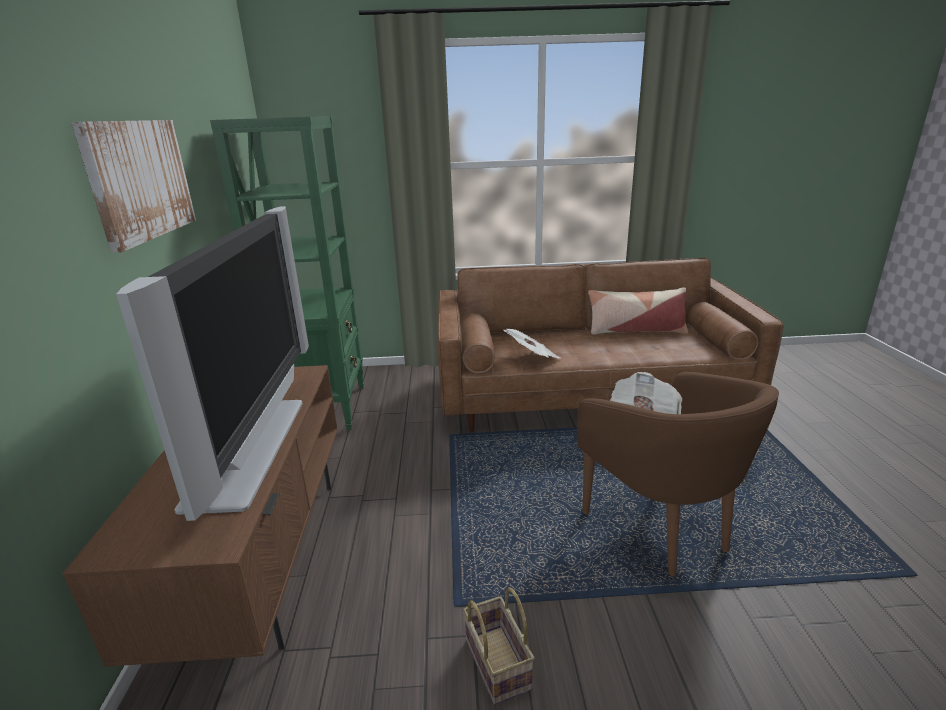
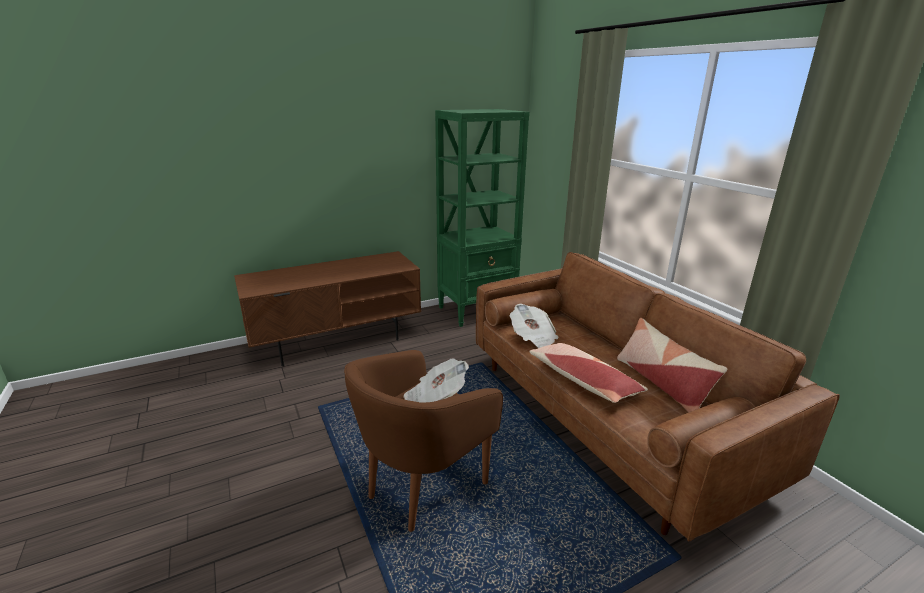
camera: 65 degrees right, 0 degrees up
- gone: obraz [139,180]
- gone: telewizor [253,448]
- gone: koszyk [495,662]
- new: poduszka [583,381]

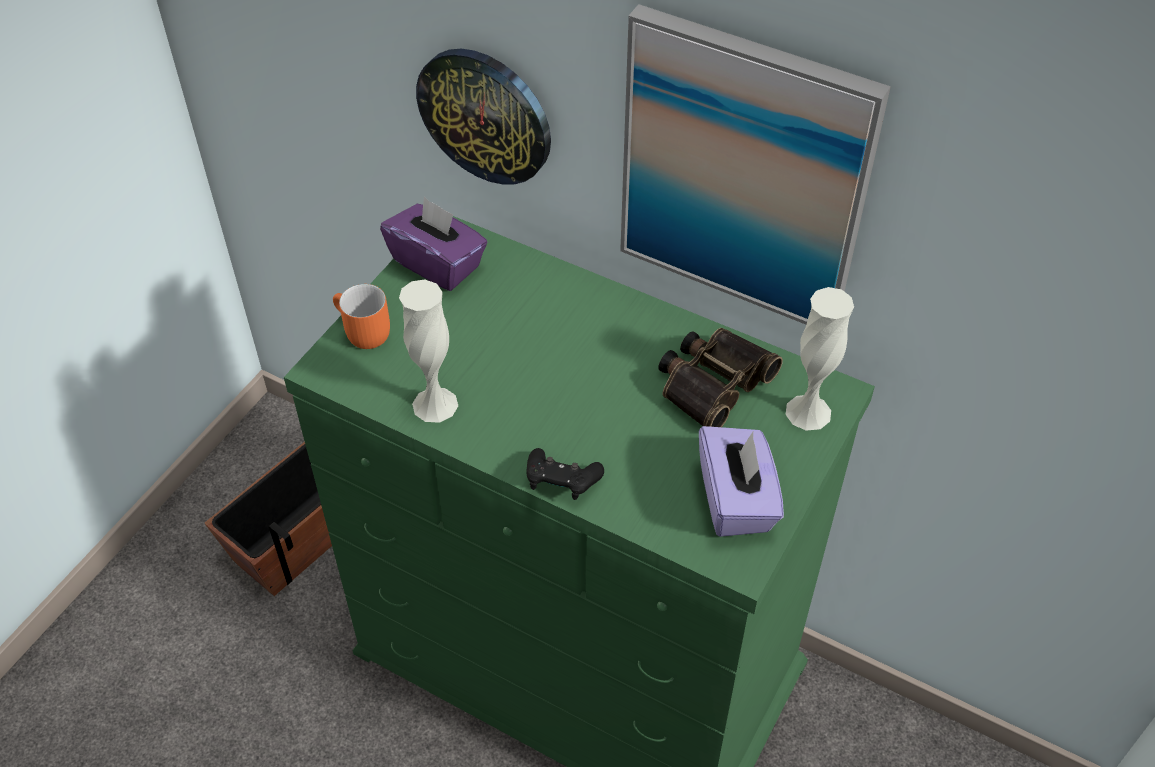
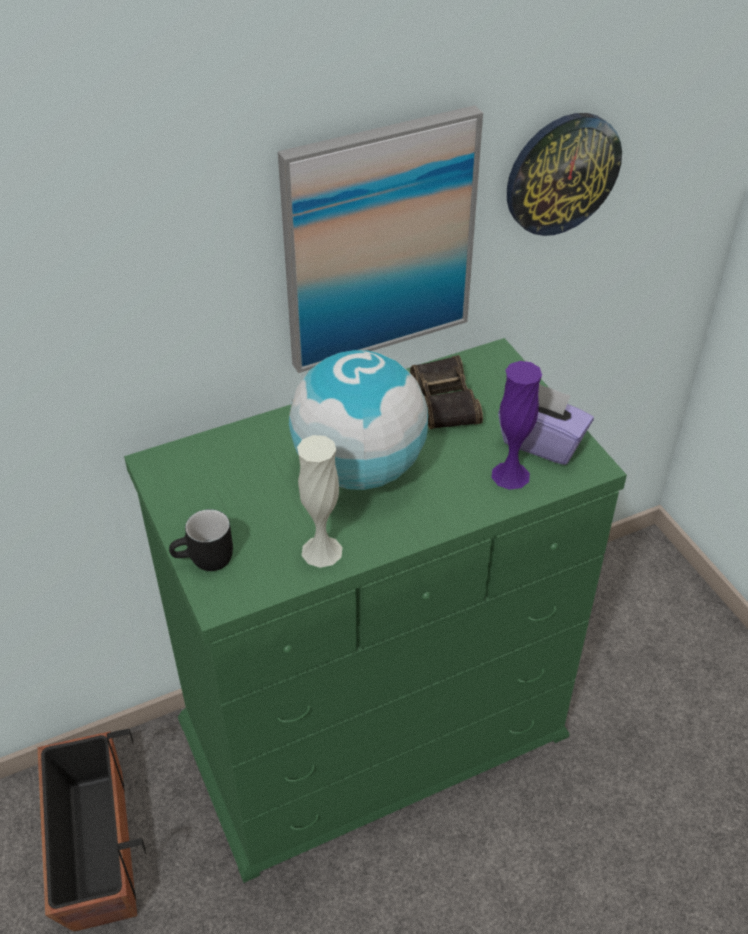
camera: 55 degrees left, 5 degrees down
- shifted: zegar ścienny [485,115] to [562,173]
- gone: pudełko chusteczek (fioletowy) [437,263]
- repainted: kubek (pomarańczowy) [360,333] to kubek (czarny) [205,561]
- gone: wazon (biały) [808,412]
- gone: pad do gier (czarny) [561,482]
- new: globus [359,469]
- new: wazon (fioletowy) [510,475]

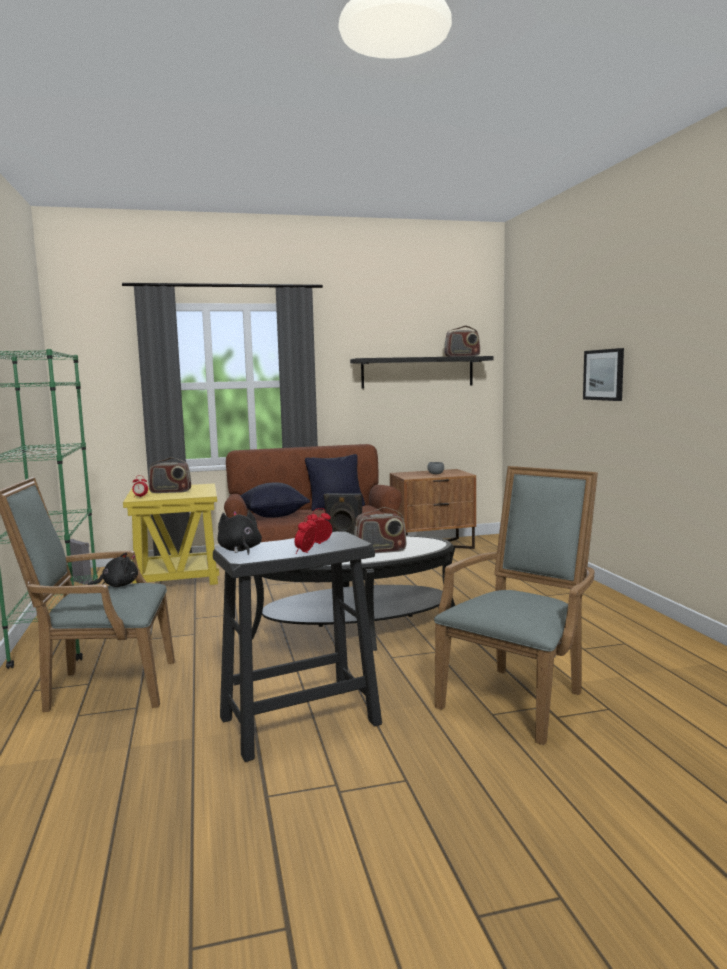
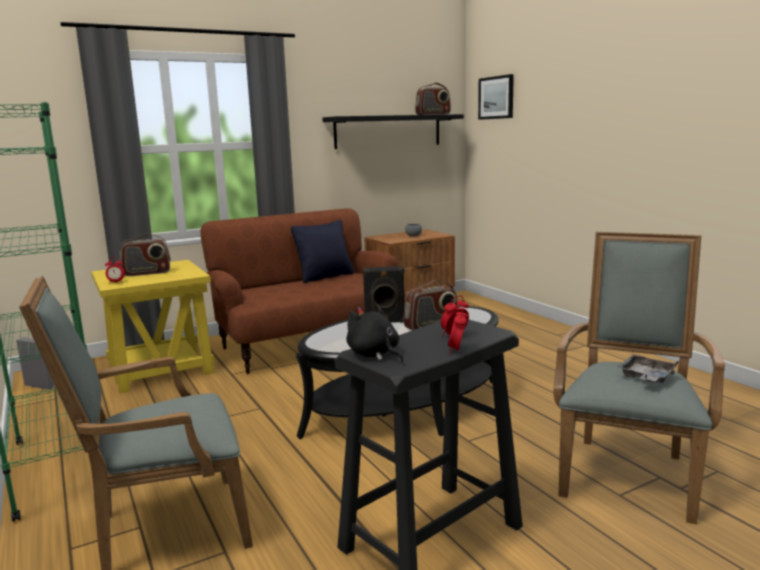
camera: 15 degrees left, 5 degrees up
- shifted: obraz [604,375] to [496,97]
- gone: poduszka (czarny) [273,515]
- gone: pluszak (czarny) [117,586]
- new: taca (szary) [646,377]

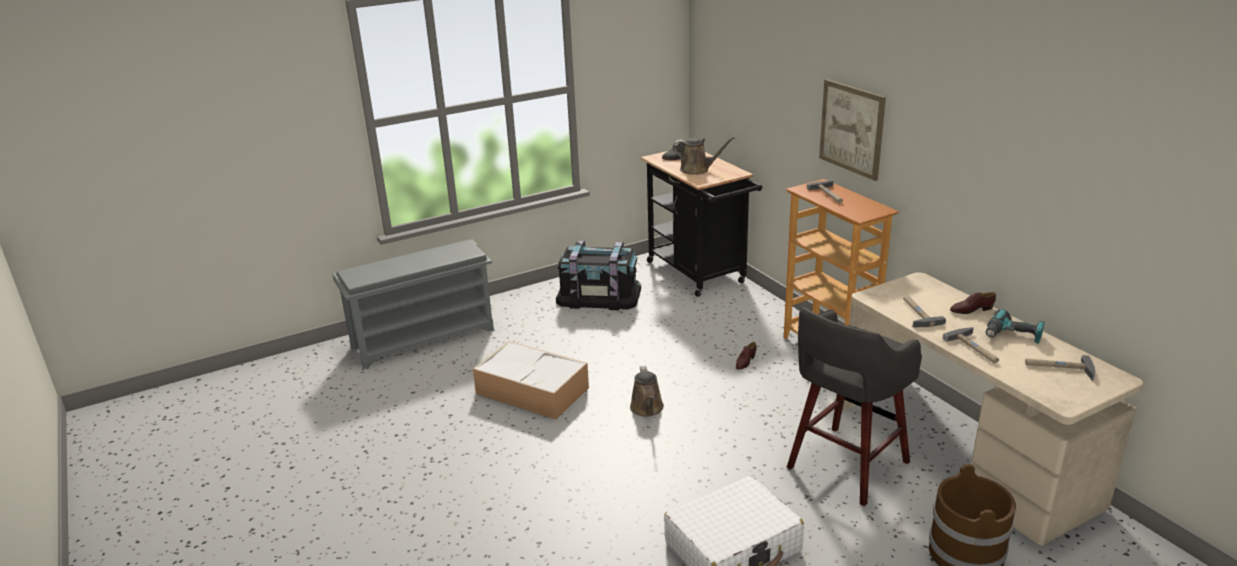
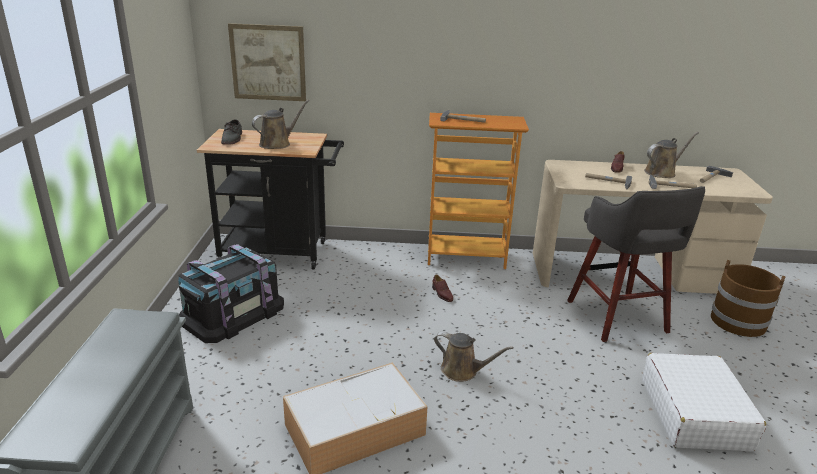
camera: 60 degrees left, 0 degrees up
- shifted: obraz [851,129] to [268,62]
- swapped: wiertarka [1012,336] to konewka (brązowy) [662,172]

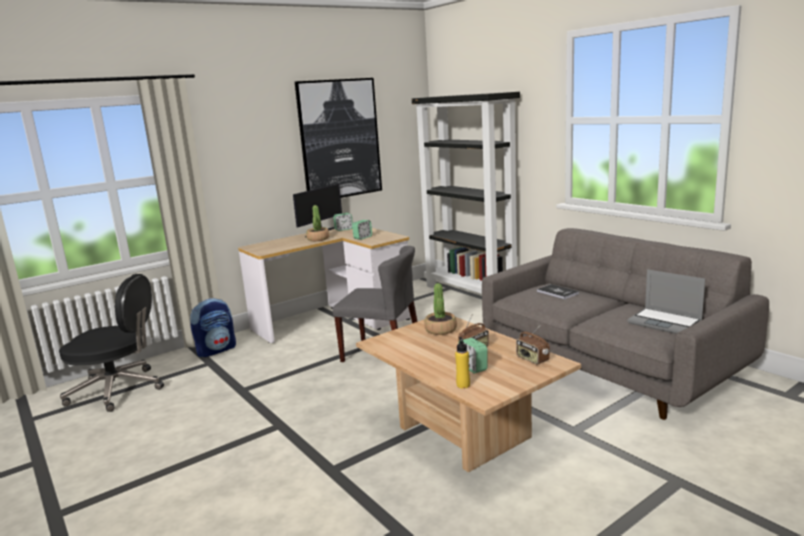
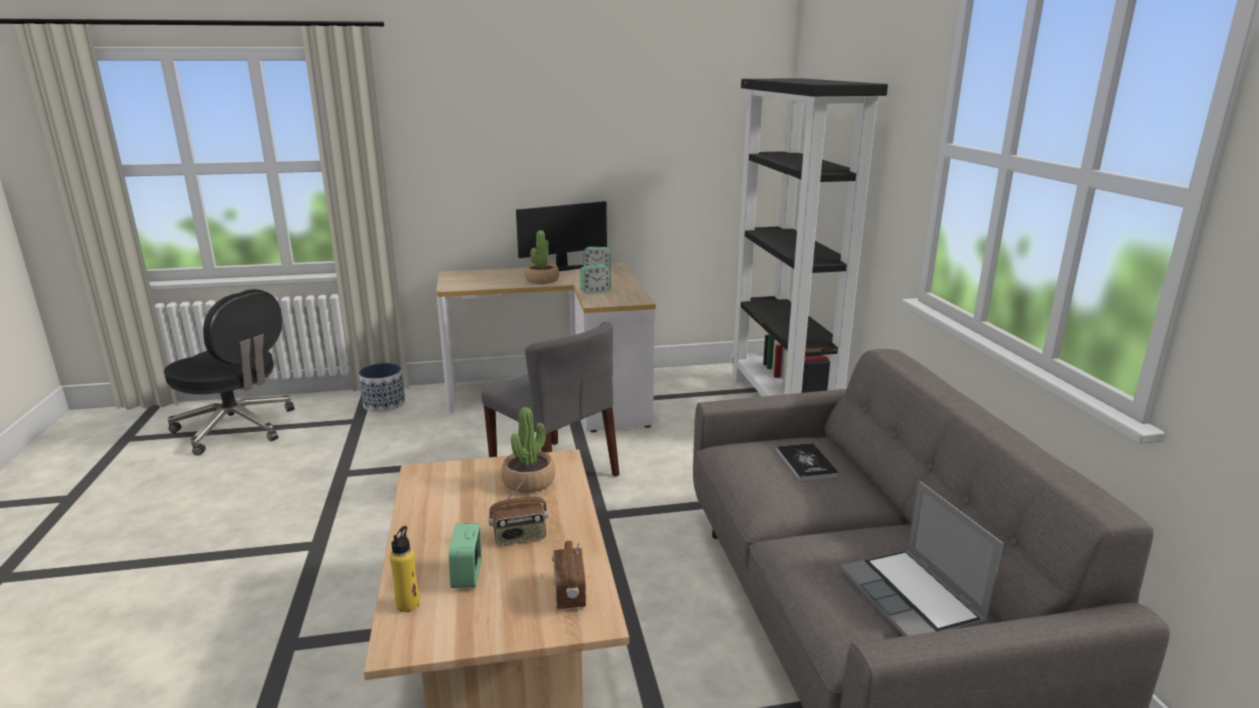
camera: 25 degrees right, 5 degrees up
- gone: obraz [340,139]
- swapped: plecak [216,350] to donica [384,404]

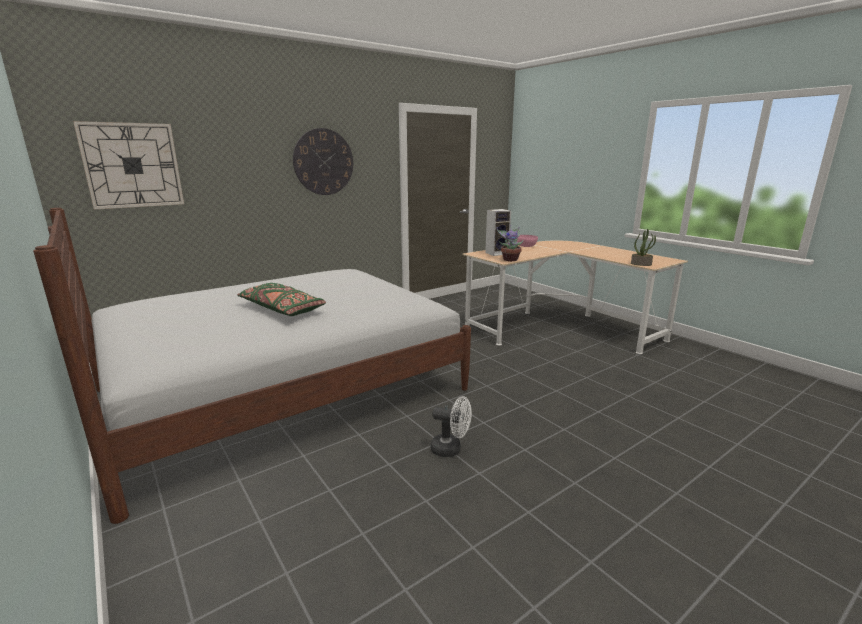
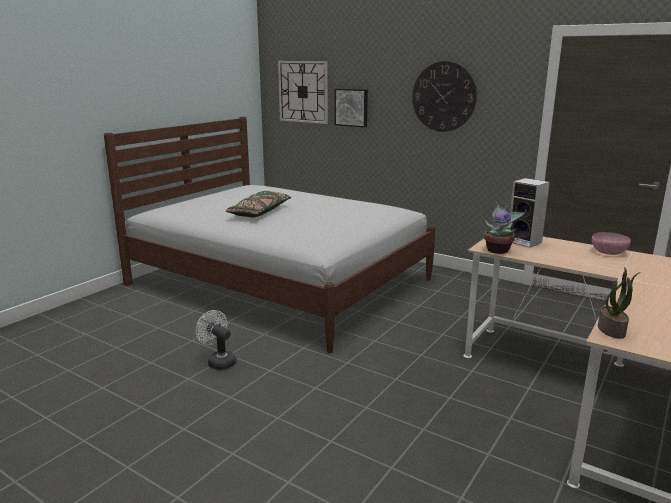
camera: 70 degrees right, 0 degrees up
- rotated: wentylator (biały) [451,449] = [219,361] 135 degrees clockwise
- new: obraz [351,107]

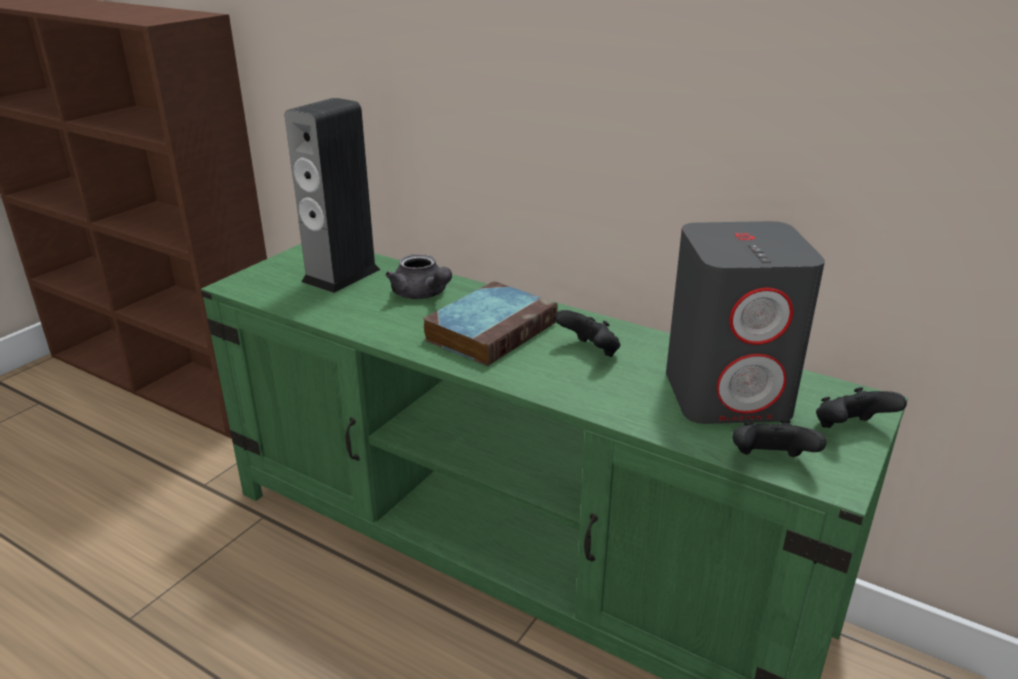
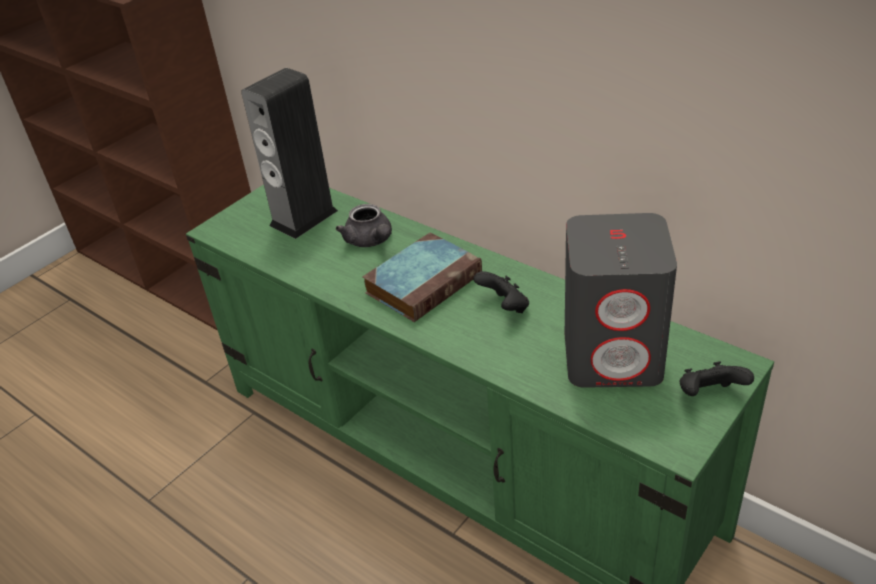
camera: 10 degrees right, 10 degrees up
- gone: pad do gier (czarny) [770,462]

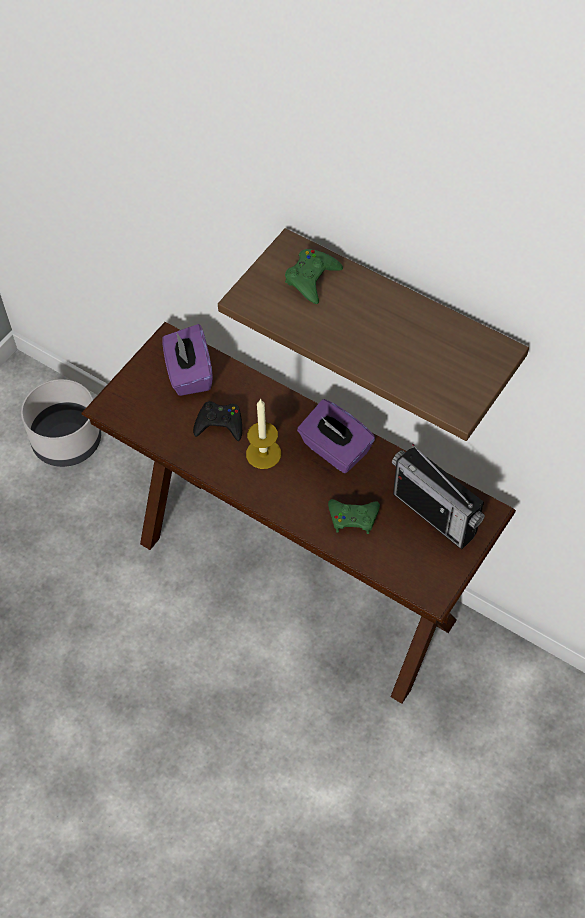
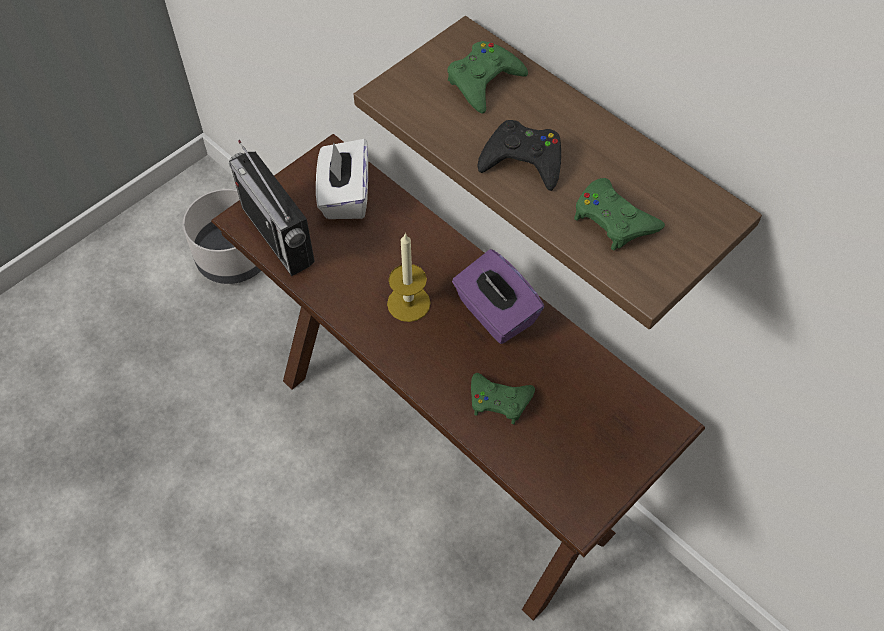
camera: 10 degrees right, 0 degrees up
- repainted: pudełko chusteczek (fioletowy) [189,373] to pudełko chusteczek (biały) [345,196]
- shifted: pad do gier (czarny) [220,424] to [523,160]
- shifted: radio [434,514] to [277,235]
- new: pad do gier (zielony) [613,220]

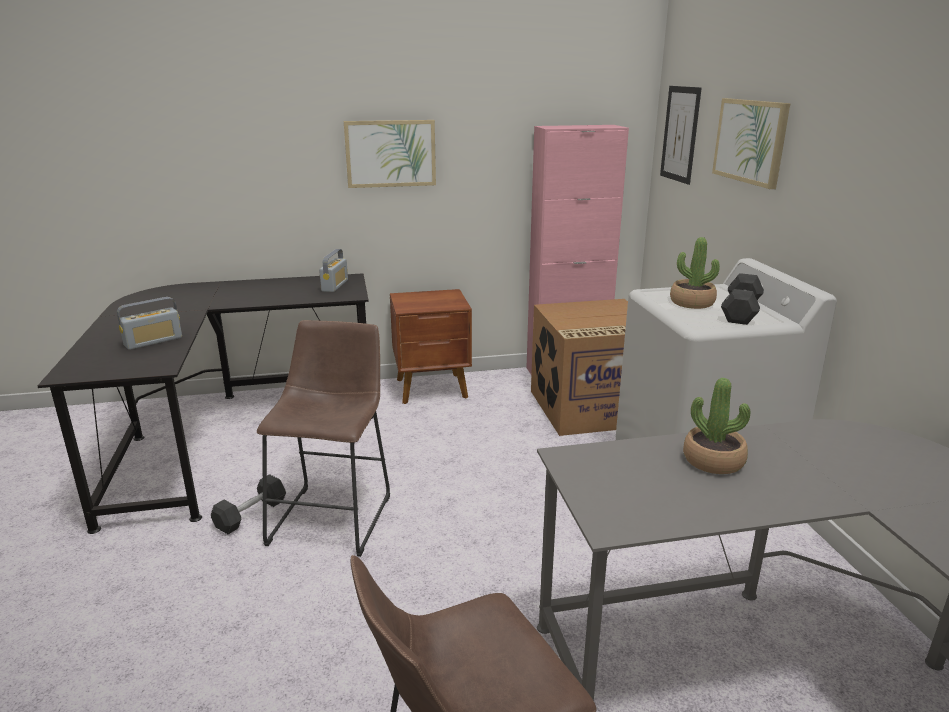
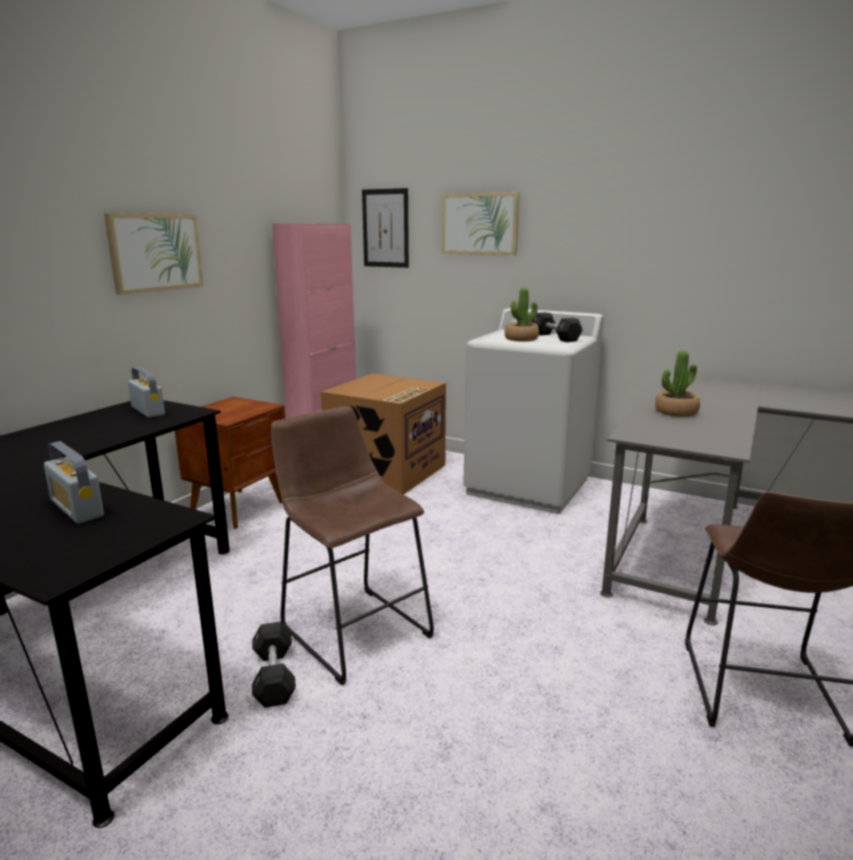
camera: 50 degrees left, 5 degrees down
- rotated: radio [153,341] = [77,508] 135 degrees clockwise

